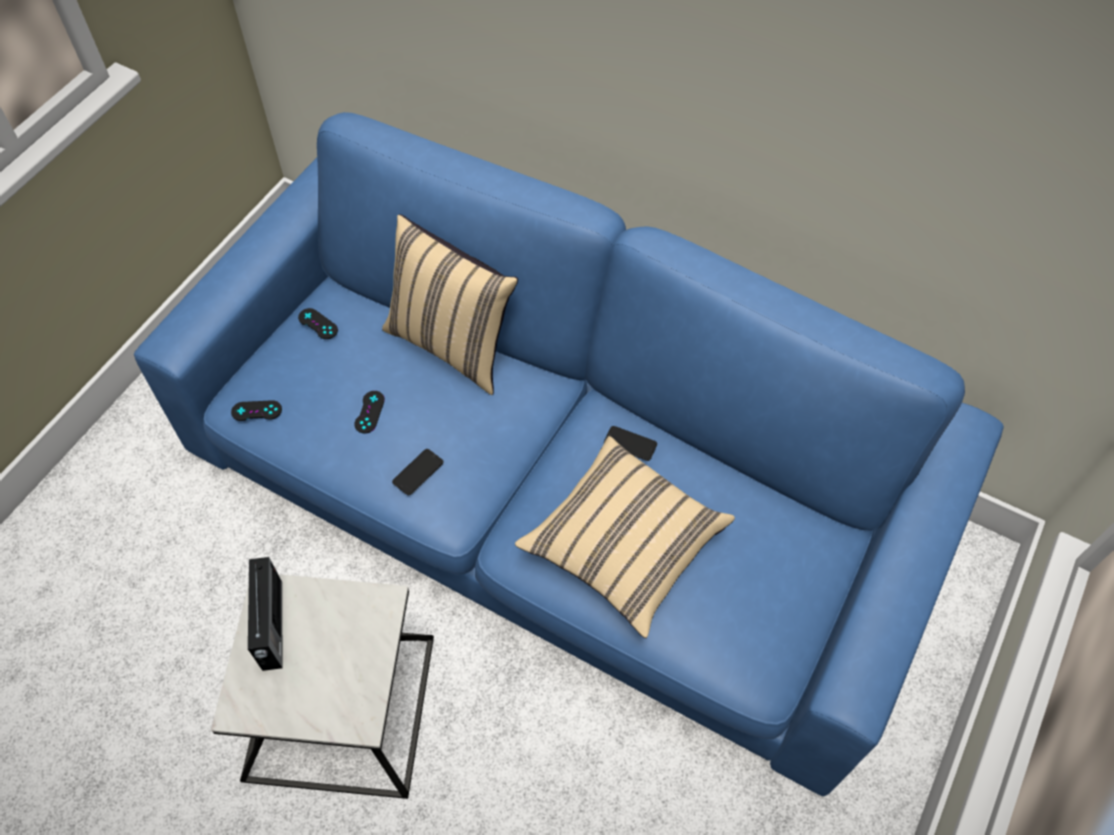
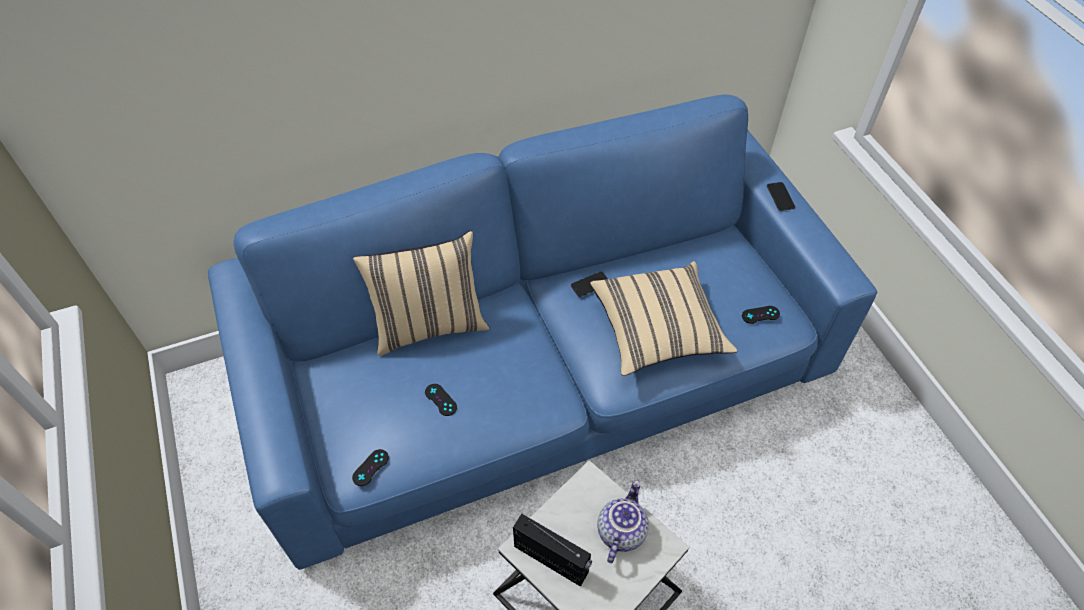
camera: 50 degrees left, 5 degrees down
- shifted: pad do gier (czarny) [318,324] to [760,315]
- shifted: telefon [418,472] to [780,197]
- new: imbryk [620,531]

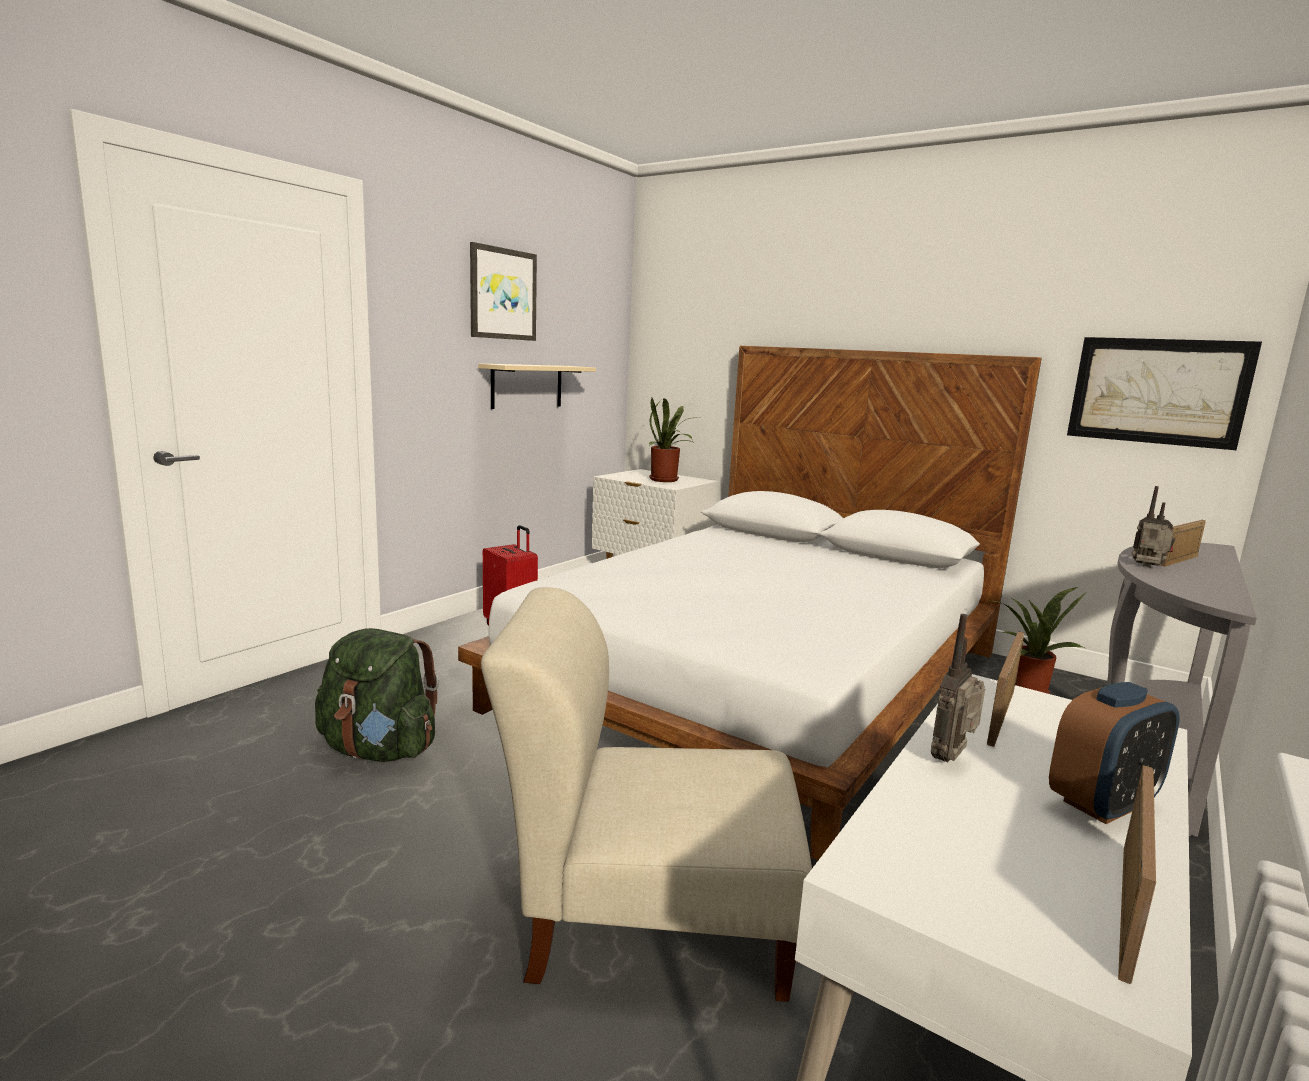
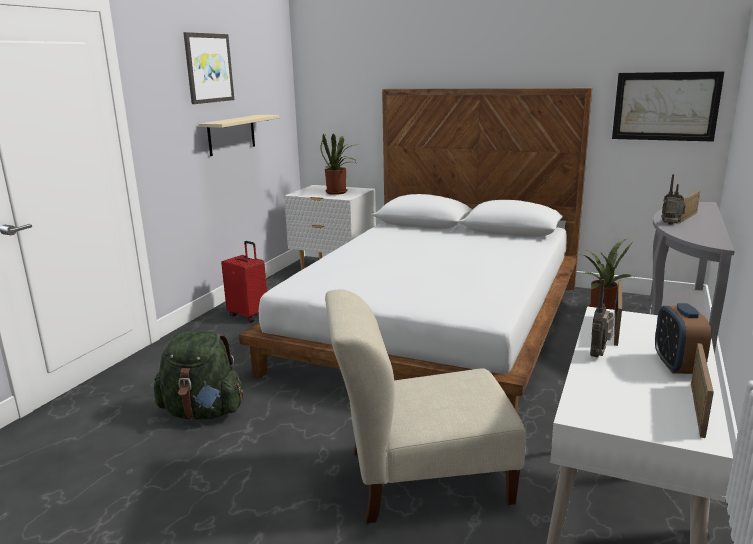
camera: 10 degrees left, 5 degrees up
- rotated: budzik [1102,804] = [676,365] 135 degrees clockwise

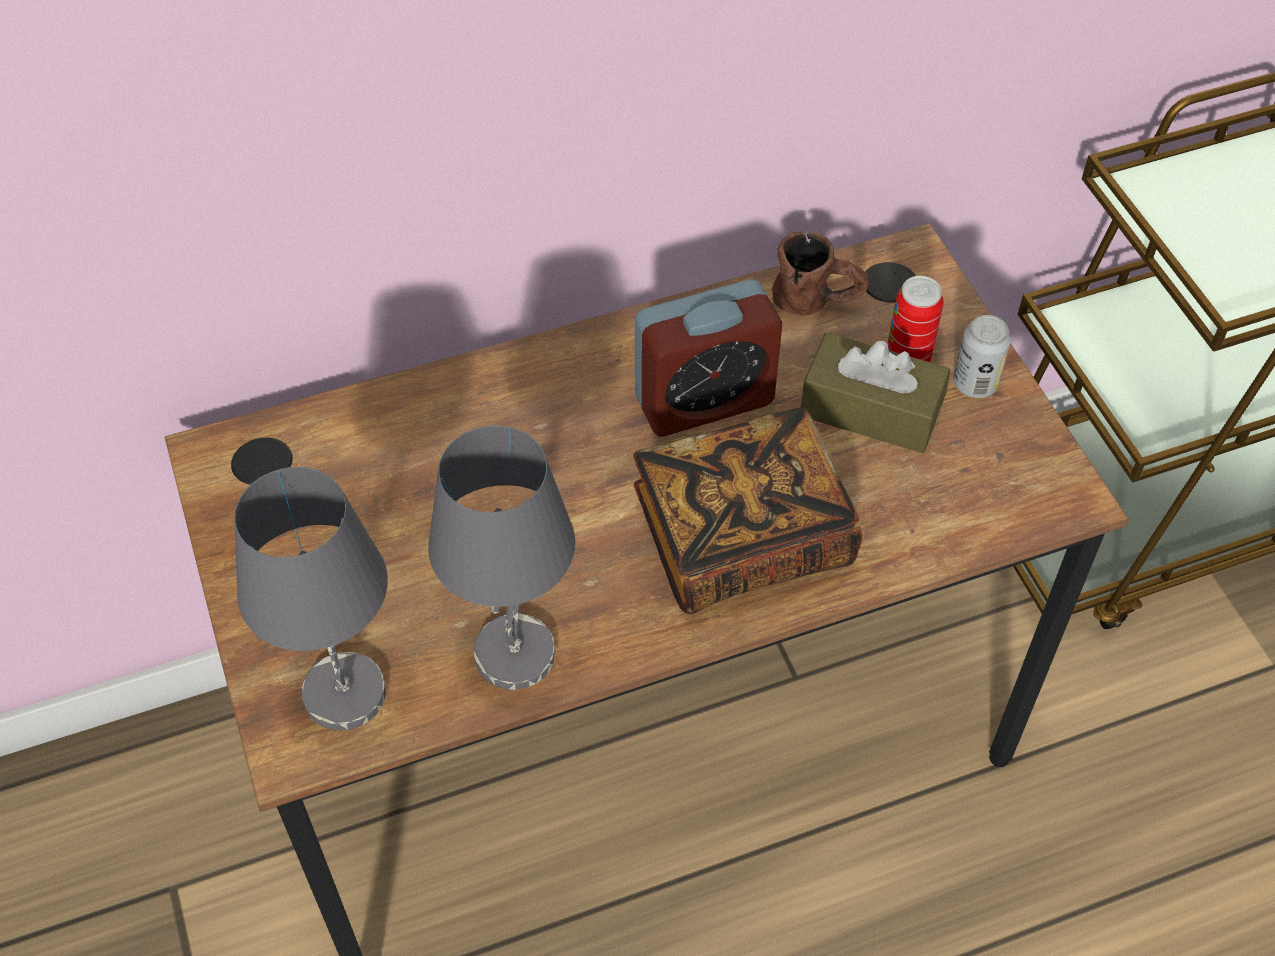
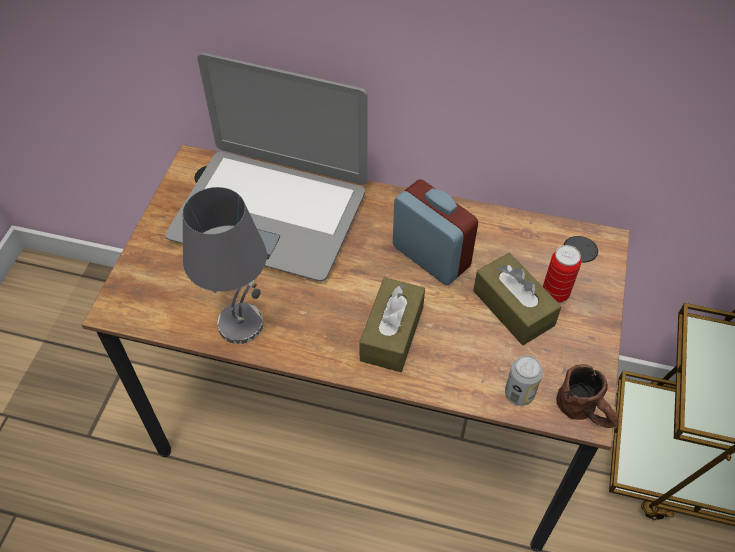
camera: 35 degrees right, 0 degrees up
- shifted: kubek (brązowy) [818,301] to [585,413]
- rotated: budzik [704,400] = [431,256] 150 degrees counterclockwise
- shifted: puszka [974,384] to [519,393]
- swapped: książka [742,538] to pudełko chusteczek (brązowy) [392,333]
- gone: lampa stołowa (szary) [342,692]
- new: laptop [270,213]

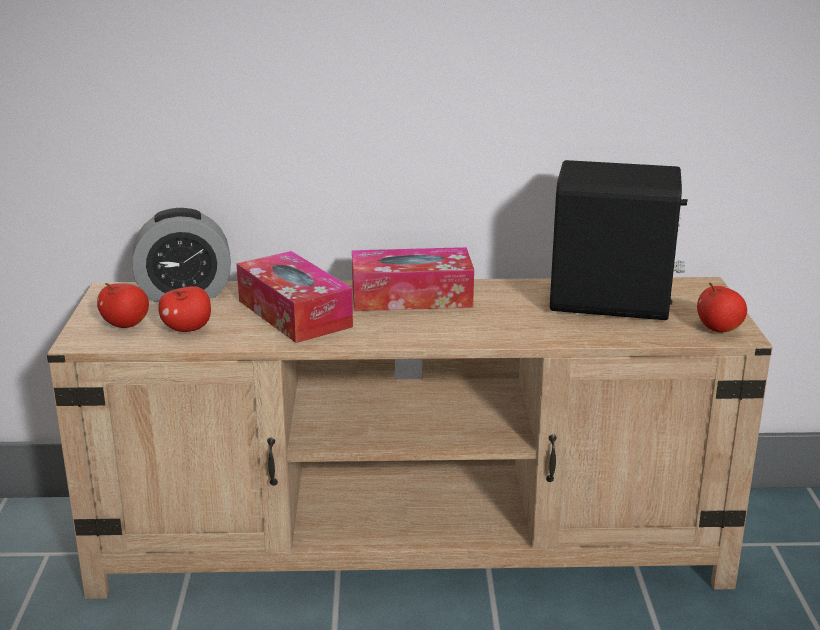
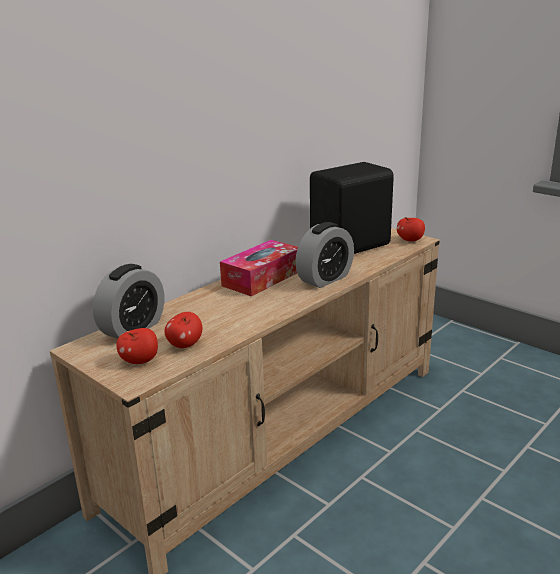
camera: 45 degrees left, 0 degrees up
- gone: pudełko chusteczek [294,313]
- new: budzik [325,279]

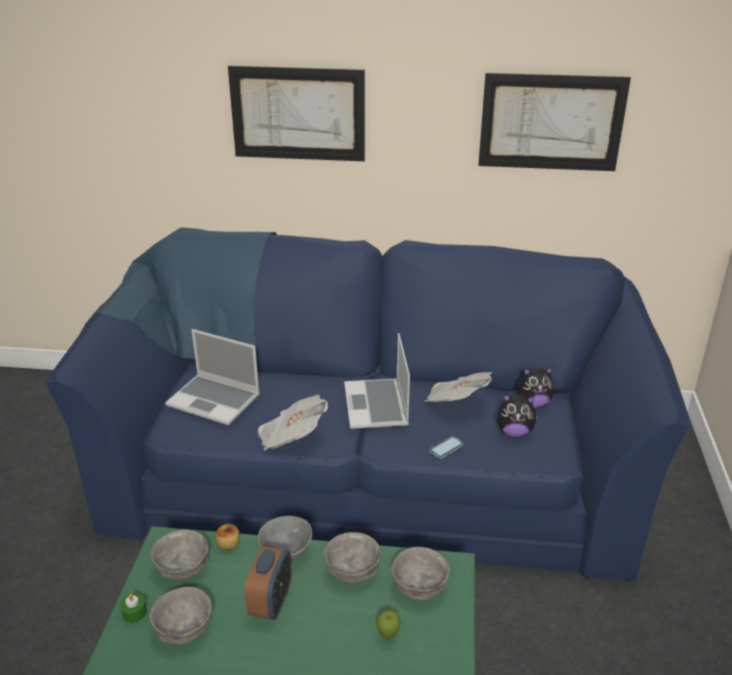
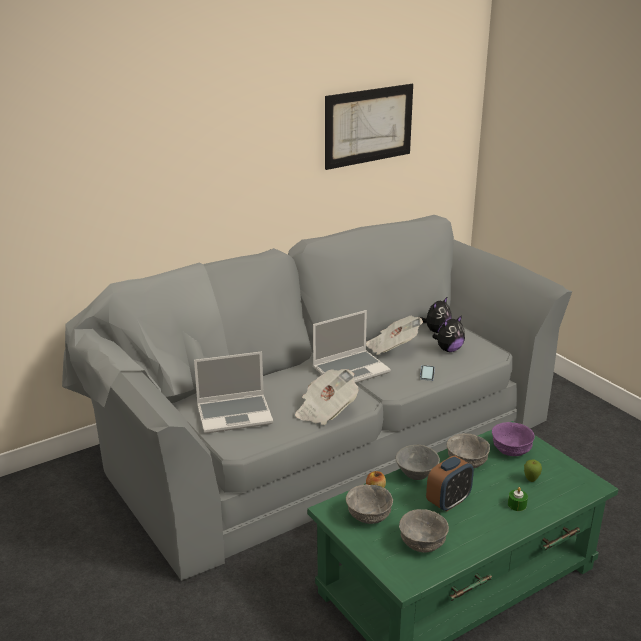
camera: 40 degrees left, 5 degrees down
- gone: obraz [298,114]
- repainted: kanapa (niebieski) [368,469] to kanapa (szary) [323,439]
- rotated: laptop [377,406] = [351,370] 75 degrees counterclockwise
- rotated: budzik [271,603] = [448,502] 75 degrees clockwise
- repainted: miska (szary) [420,587] to miska (fioletowy) [511,450]
- shifted: świeca (zielony) [134,613] to [517,505]

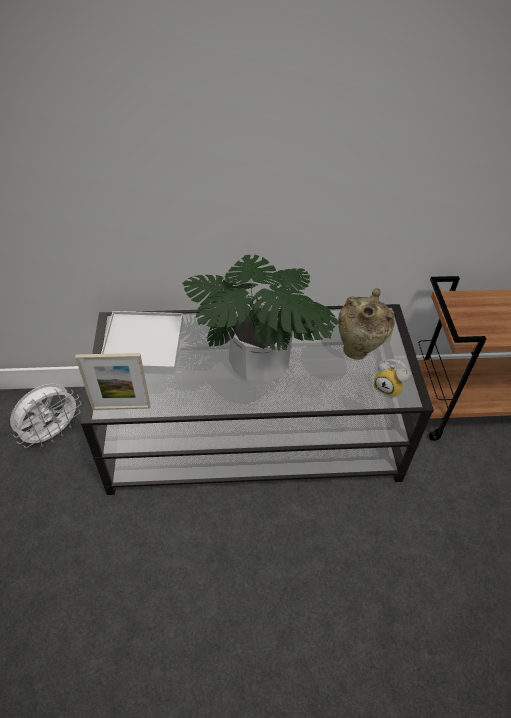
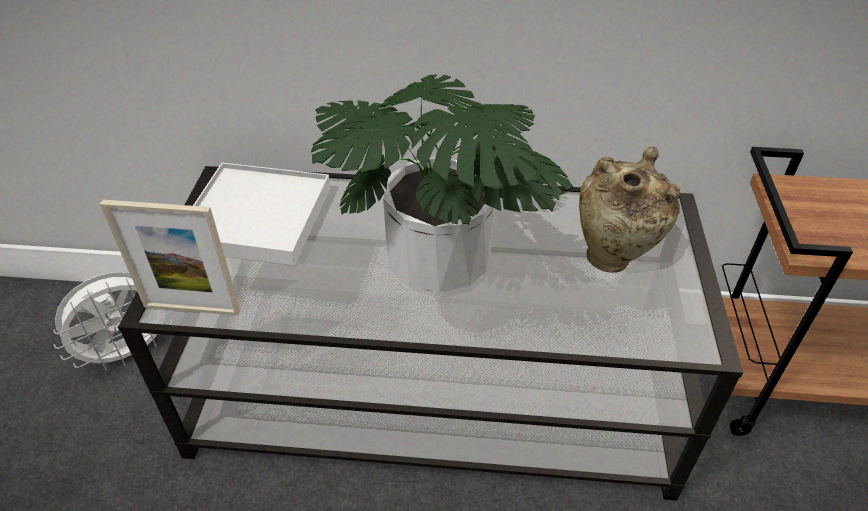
camera: 10 degrees right, 5 degrees down
- gone: budzik [389,388]

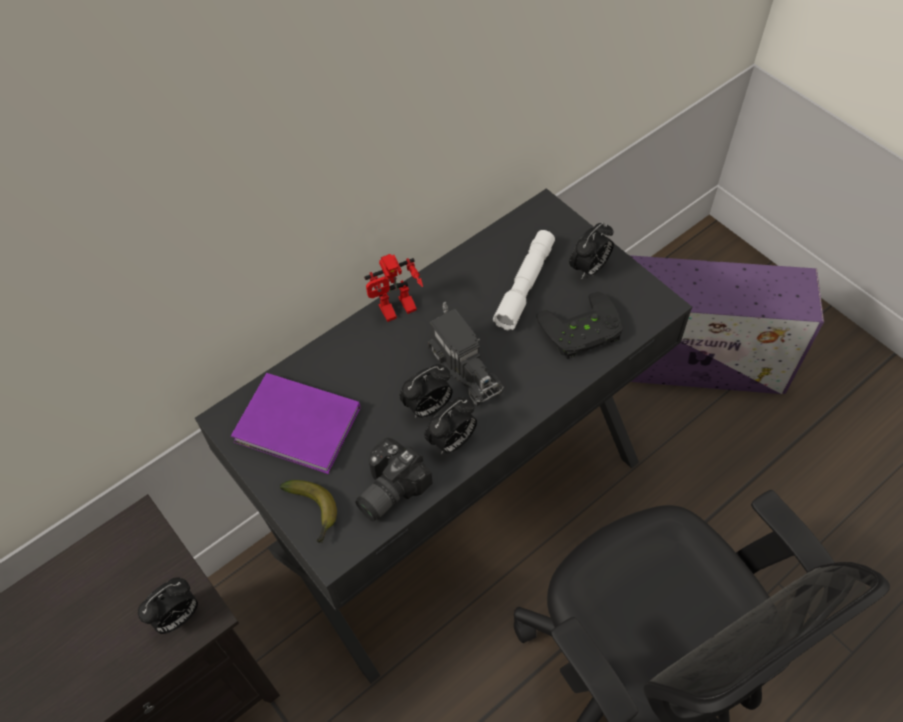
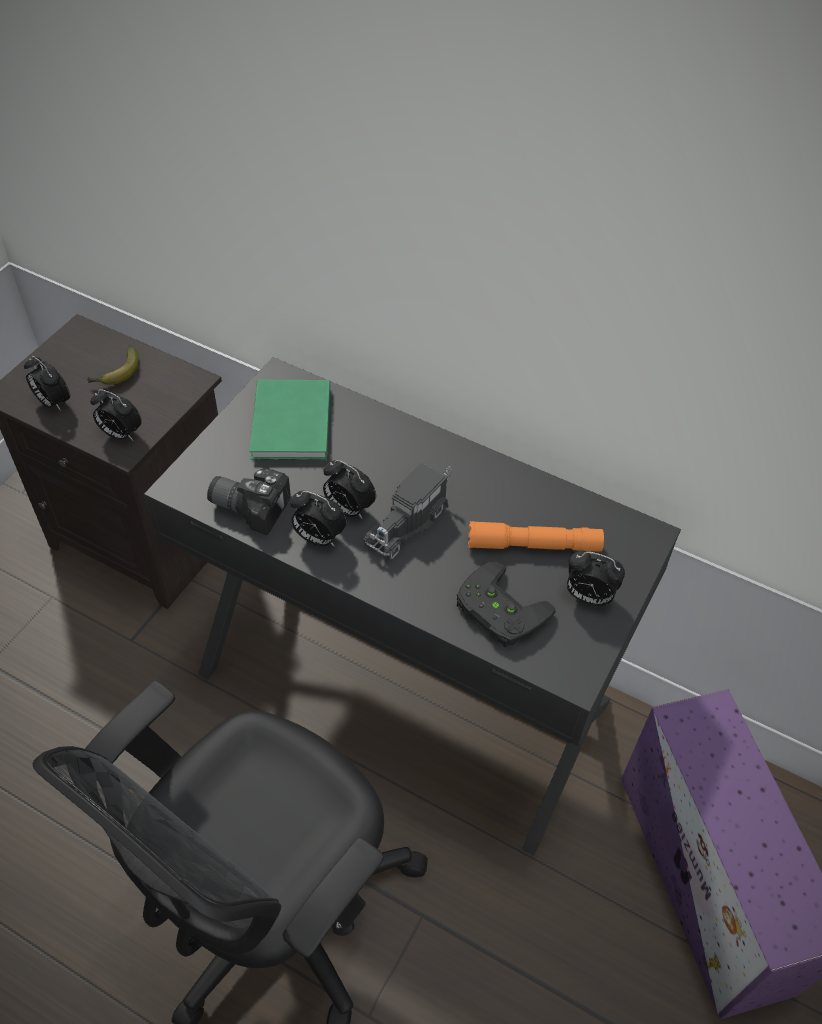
camera: 65 degrees right, 5 degrees down
- repainted: latarka (biały) [525,285] to latarka (pomarańczowy) [534,545]
- gone: robot zabawkowy [397,312]
- repainted: książka (fioletowy) [299,427] to książka (zielony) [289,425]
- shifted: banan [313,512] to [117,374]
- new: budzik [53,402]

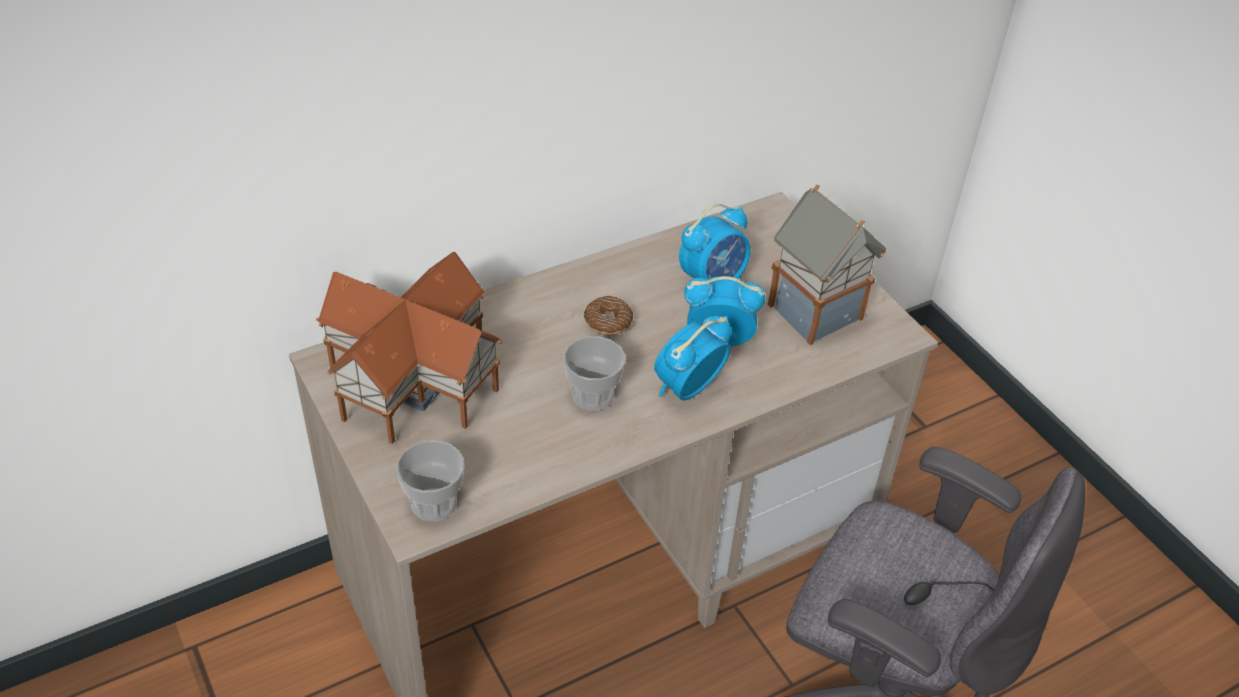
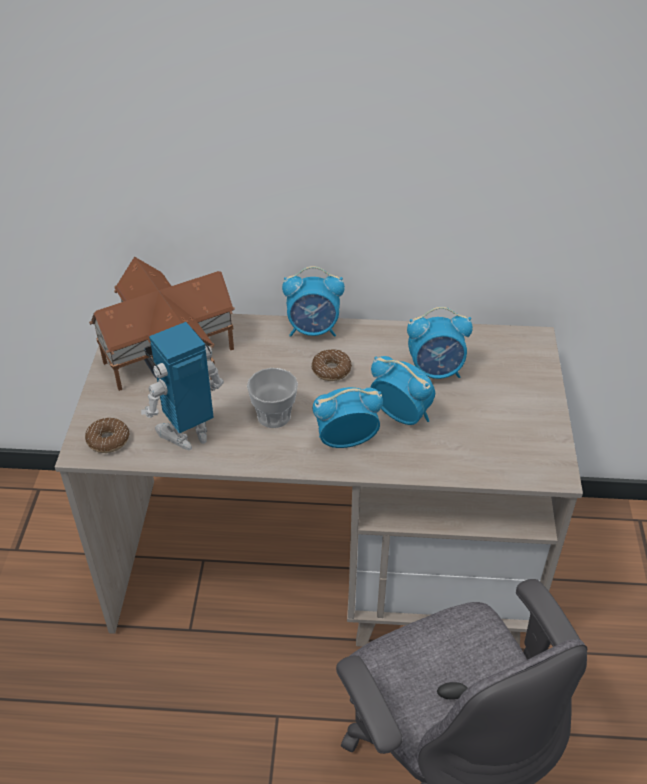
camera: 35 degrees right, 0 degrees up
- gone: domek [817,313]
- swapped: filiżanka [434,503] to donut [108,440]
- new: budzik [313,330]
- new: robot zabawkowy [188,434]

